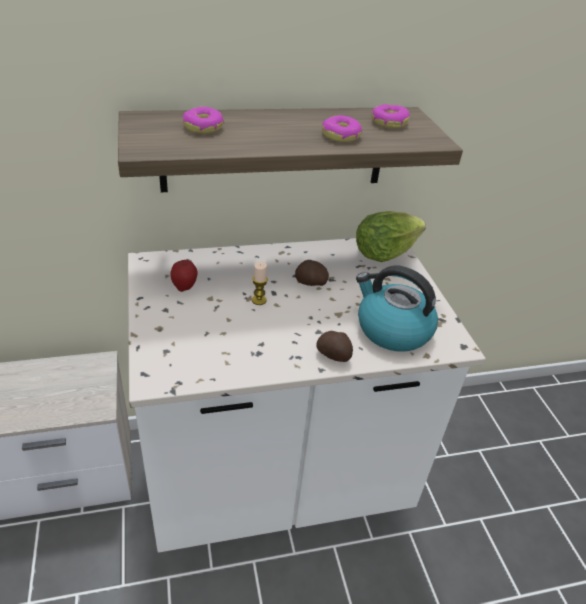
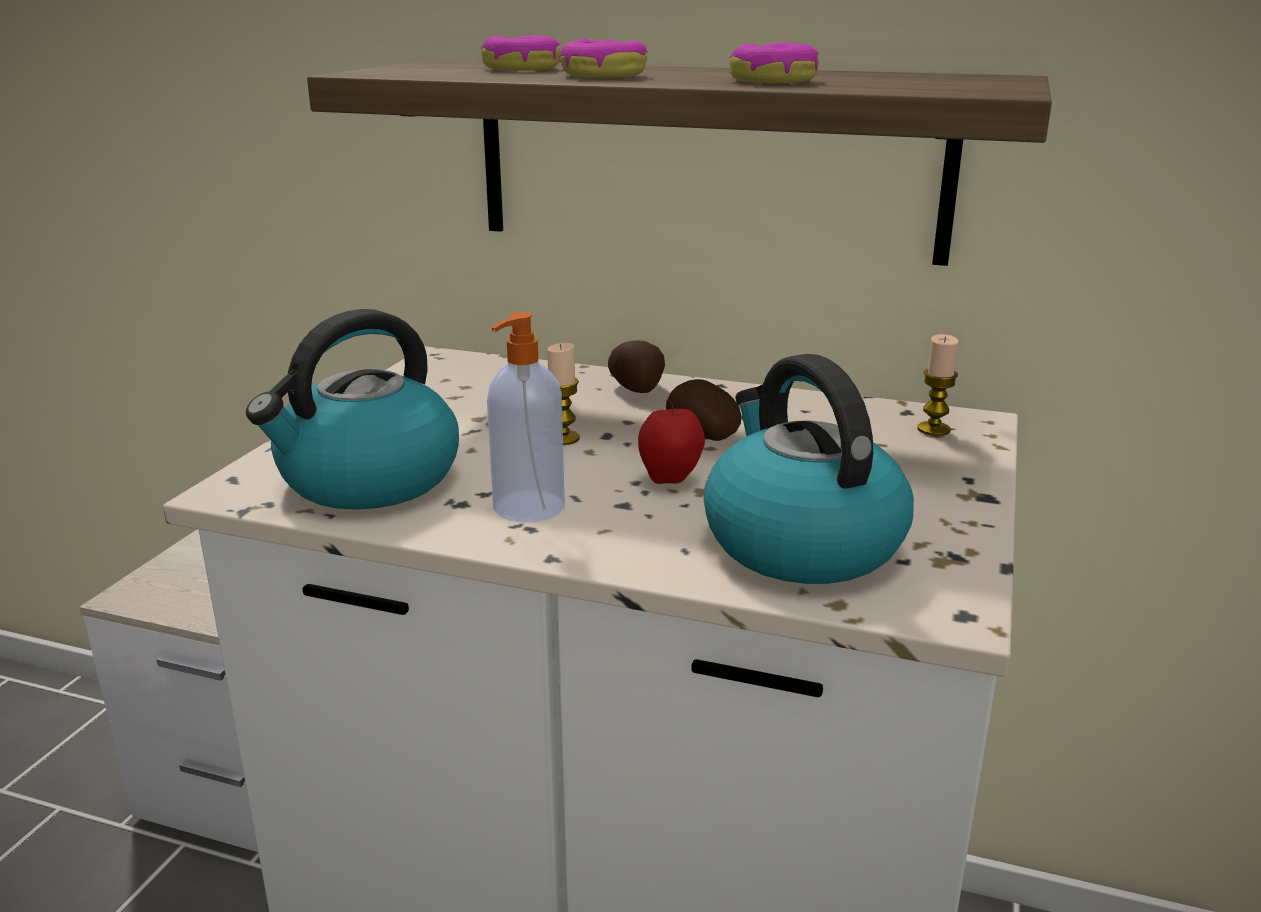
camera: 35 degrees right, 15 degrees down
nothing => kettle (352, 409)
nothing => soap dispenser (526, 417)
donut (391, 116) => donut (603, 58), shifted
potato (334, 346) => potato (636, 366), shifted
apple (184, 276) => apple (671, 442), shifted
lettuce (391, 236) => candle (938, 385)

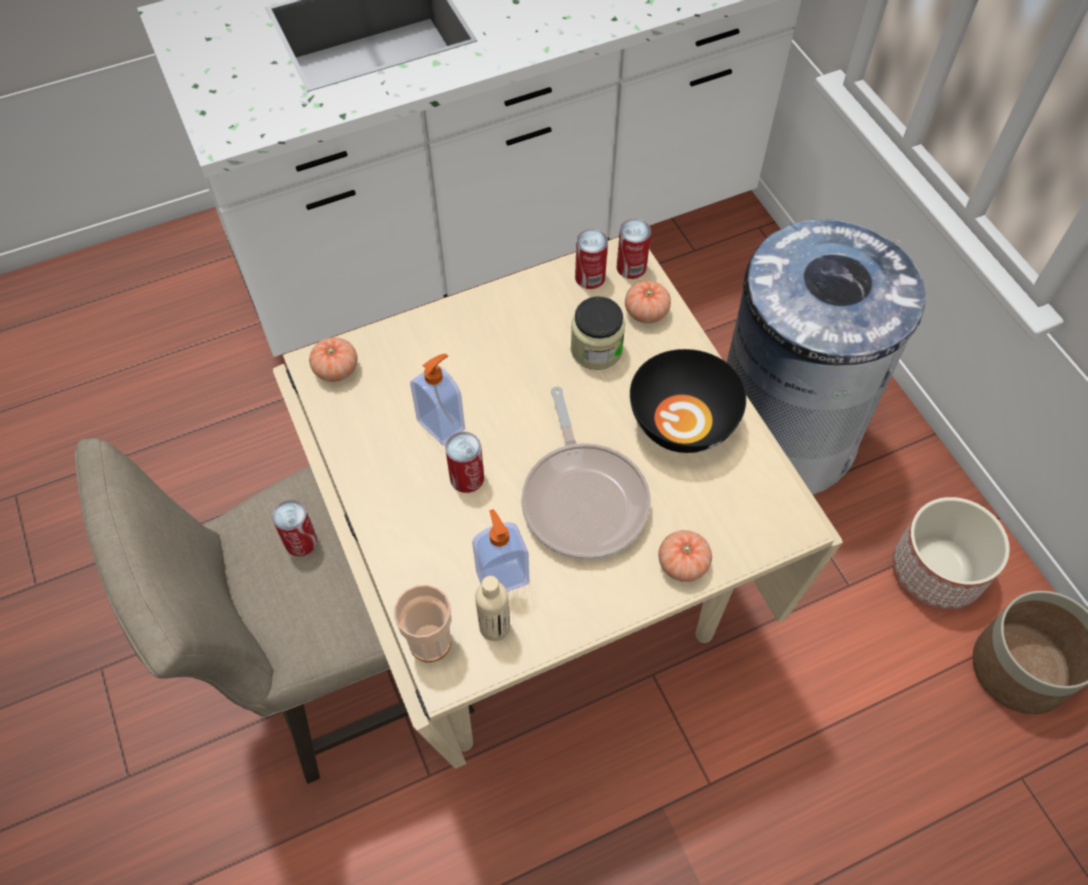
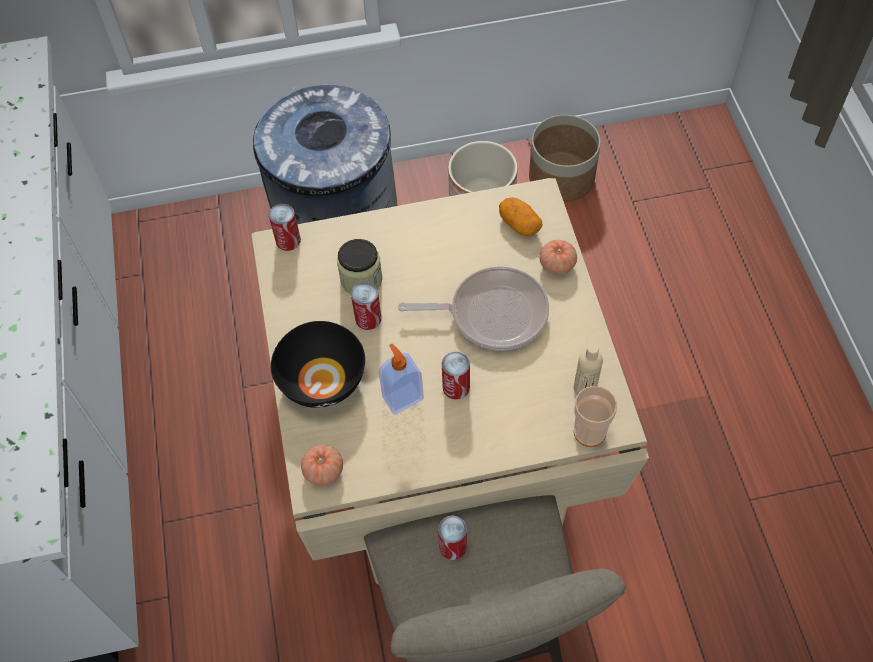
camera: 75 degrees left, 0 degrees up
bowl/black (688, 401) => bowl/black (318, 364), shifted
can (591, 259) => can (366, 306), shifted
nothing => potato (520, 216)
soap dispenser (500, 550) => nothing
tomato (648, 302) => nothing

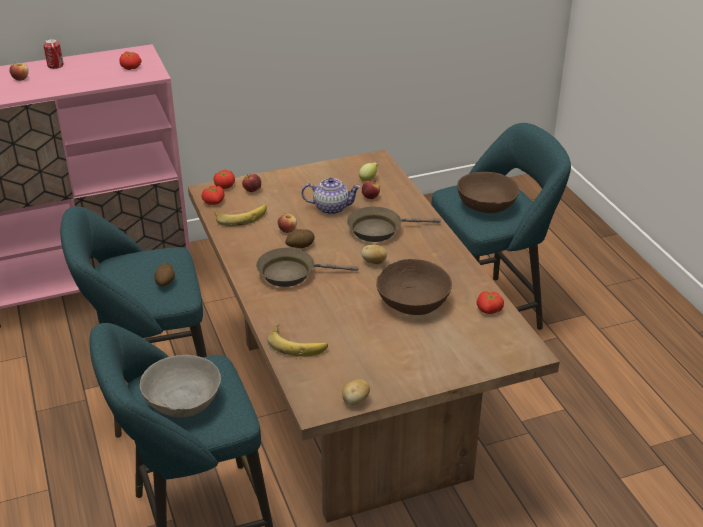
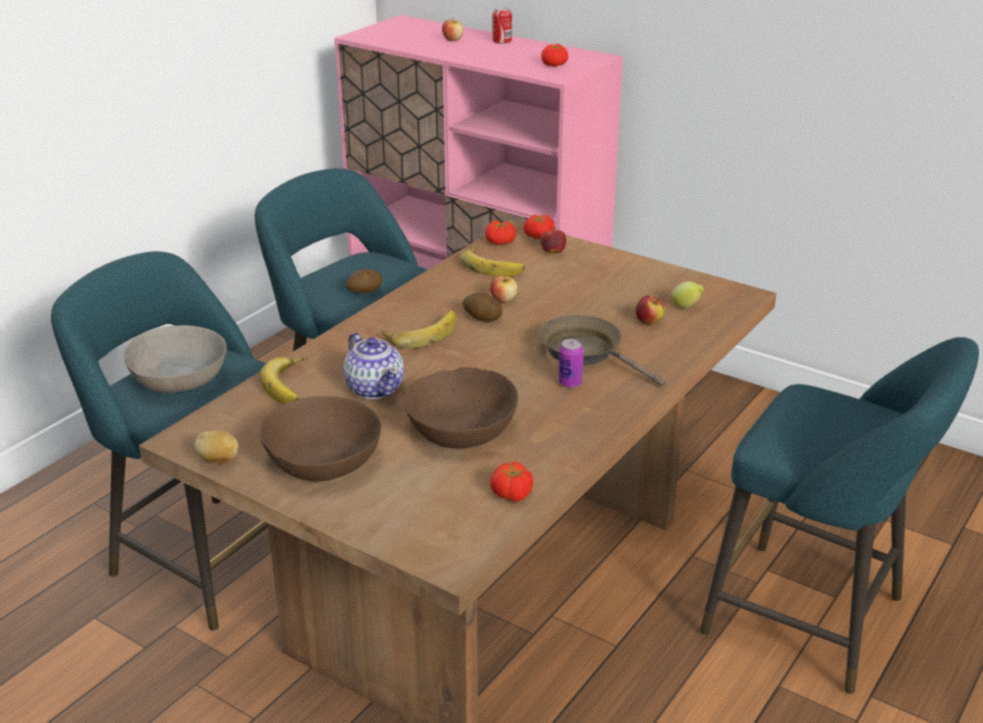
camera: 55 degrees right, 5 degrees down
bowl/brown (488, 192) => bowl/brown (321, 438), shifted
teapot (331, 196) => teapot (373, 365), shifted
frying pan/brown (307, 267) => banana (419, 329)
nothing => can (571, 363)
potato (374, 254) => nothing

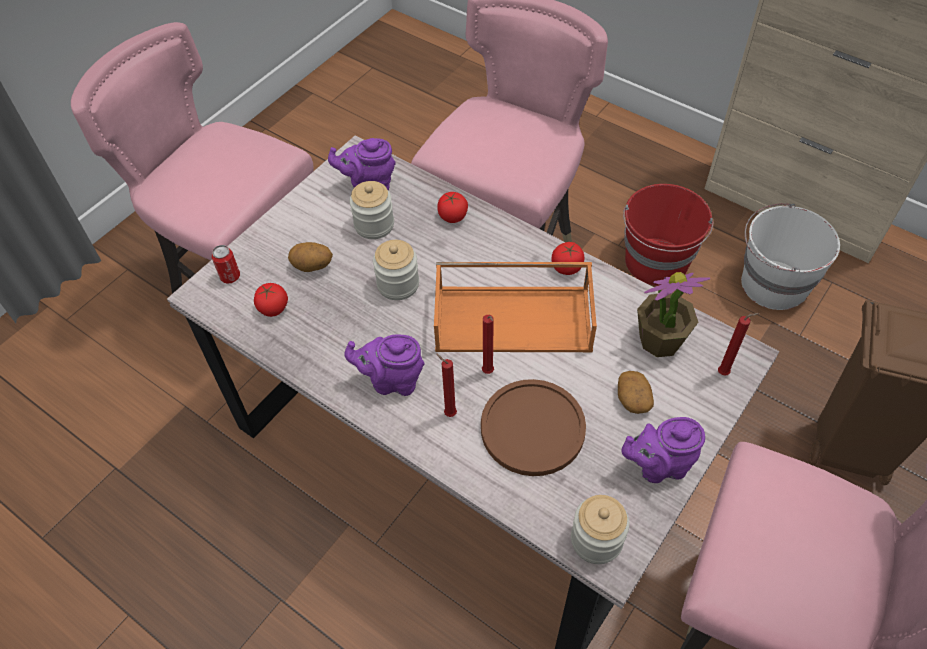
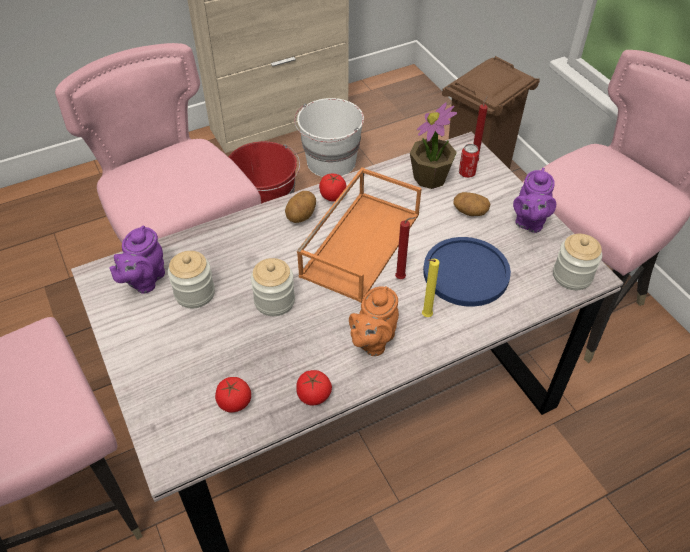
camera: 65 degrees left, 5 degrees down
potato (310, 257) => potato (300, 207), shifted
tomato (452, 207) => tomato (314, 387), shifted
teapot/purple (384, 365) => teapot/orange (374, 321)
candle/red (446, 385) => candle/yellow (430, 288)
plate/brown (533, 427) => plate/blue (467, 272)
can (226, 264) => can (469, 161), shifted

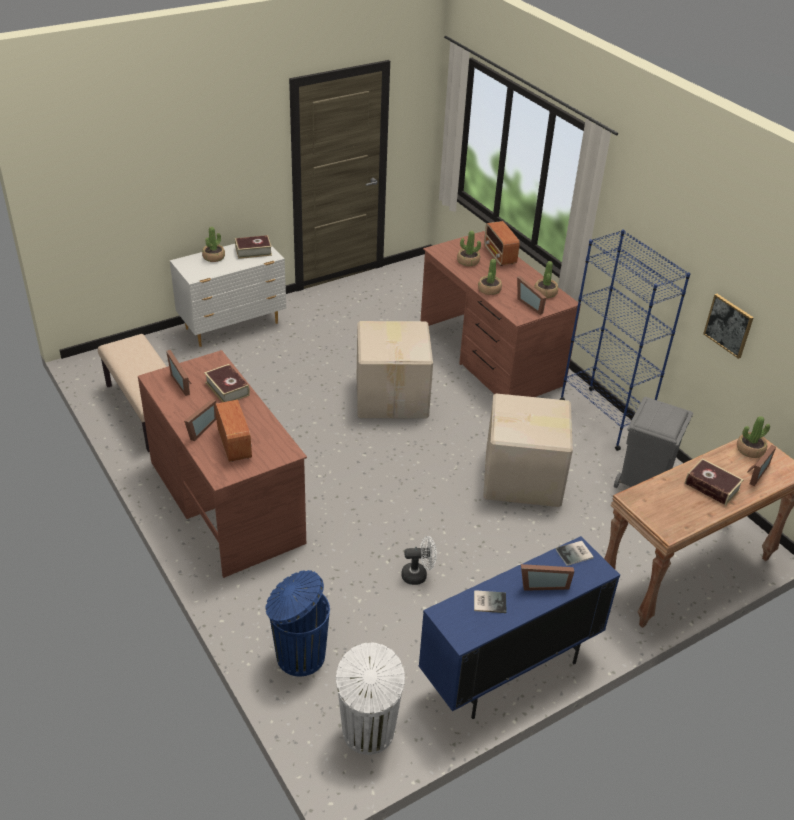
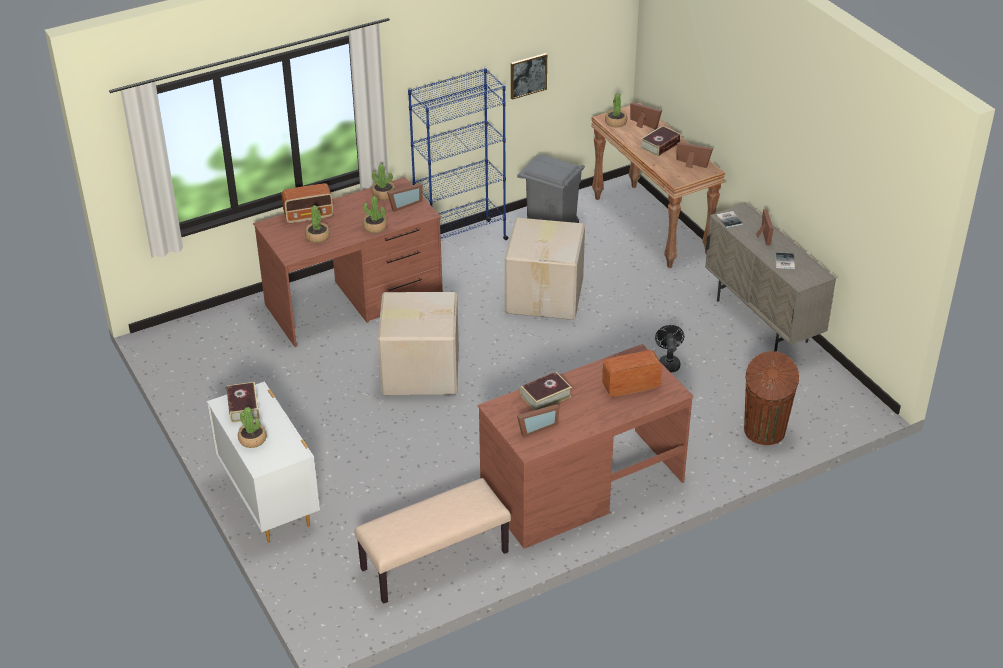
camera: 85 degrees left, 0 degrees up
fan/white (419, 560) => fan/black (669, 348)
picture frame (200, 420) => picture frame (694, 155), shifted
cabinet/blue (519, 627) => cabinet/beige (770, 277)
trash can/blue (297, 623) => trash can/brown (771, 398)
trash can/white (370, 698) => nothing

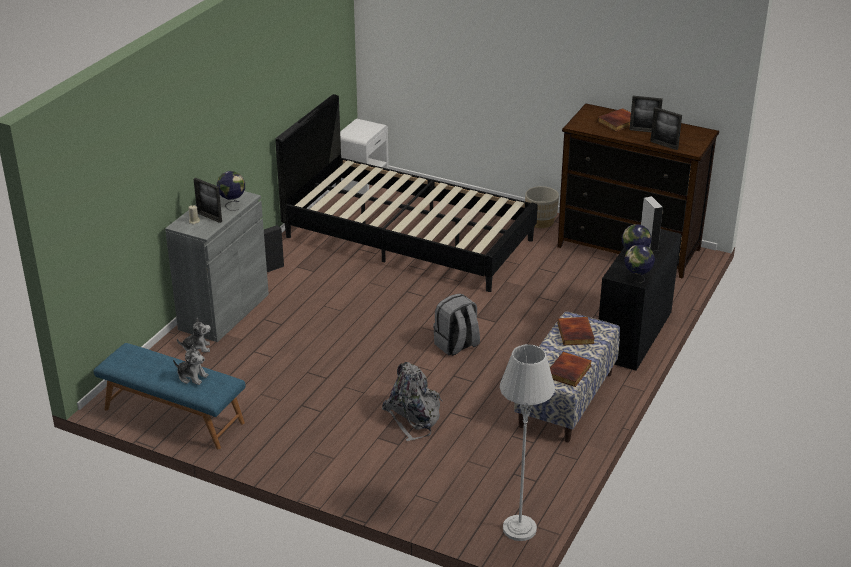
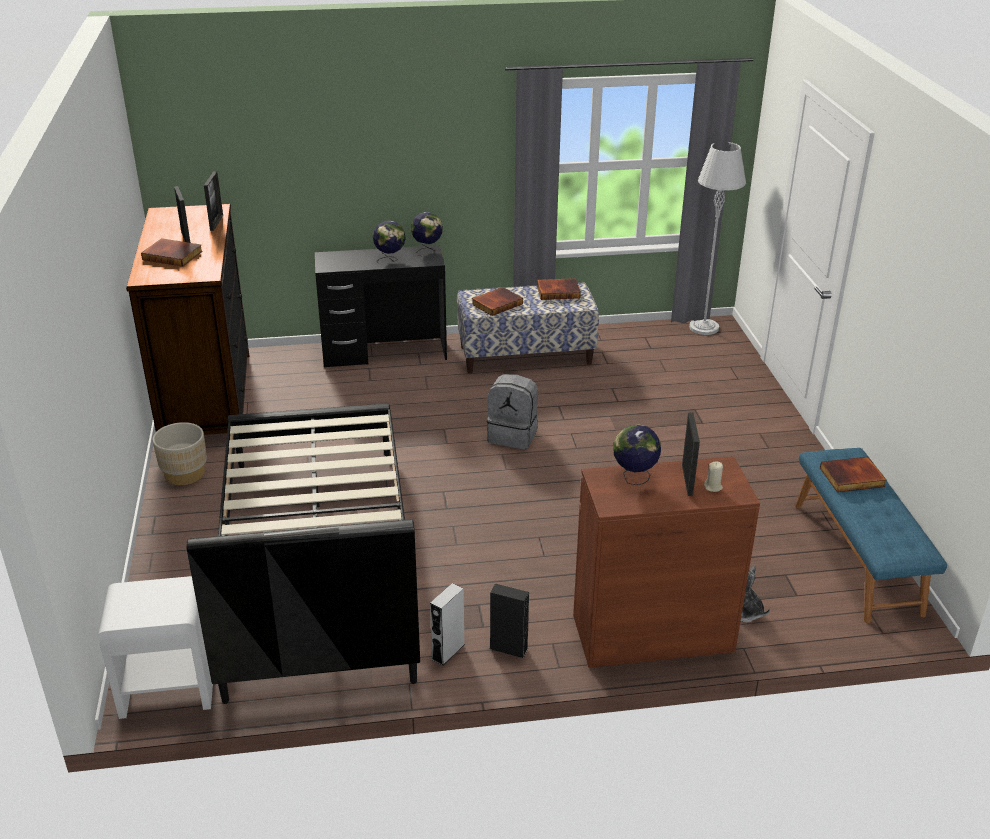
camera: 125 degrees left, 0 degrees up
speaker/grey (652, 223) => speaker/grey (447, 624), shifted
cabinet/grey (217, 266) => cabinet/brown (666, 562)
plush toy (191, 364) => book (853, 474)
backpack/grey (412, 401) => nothing

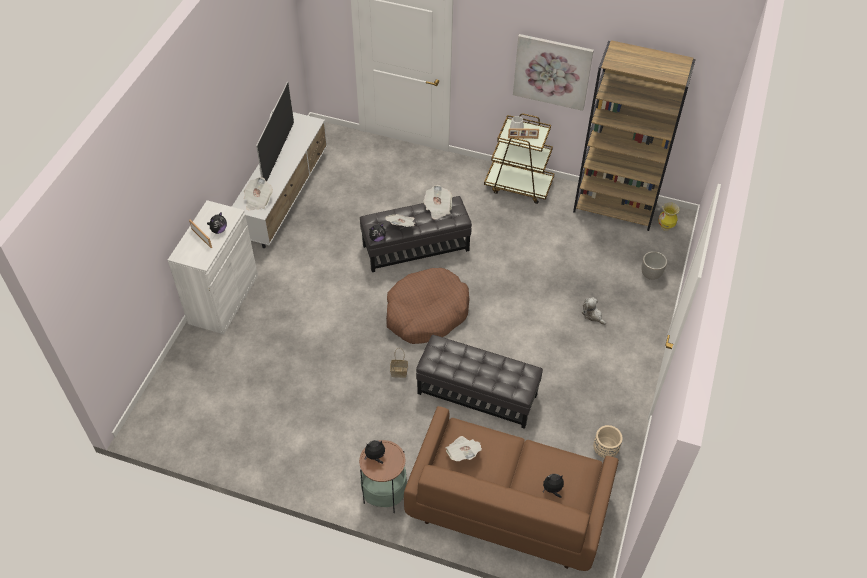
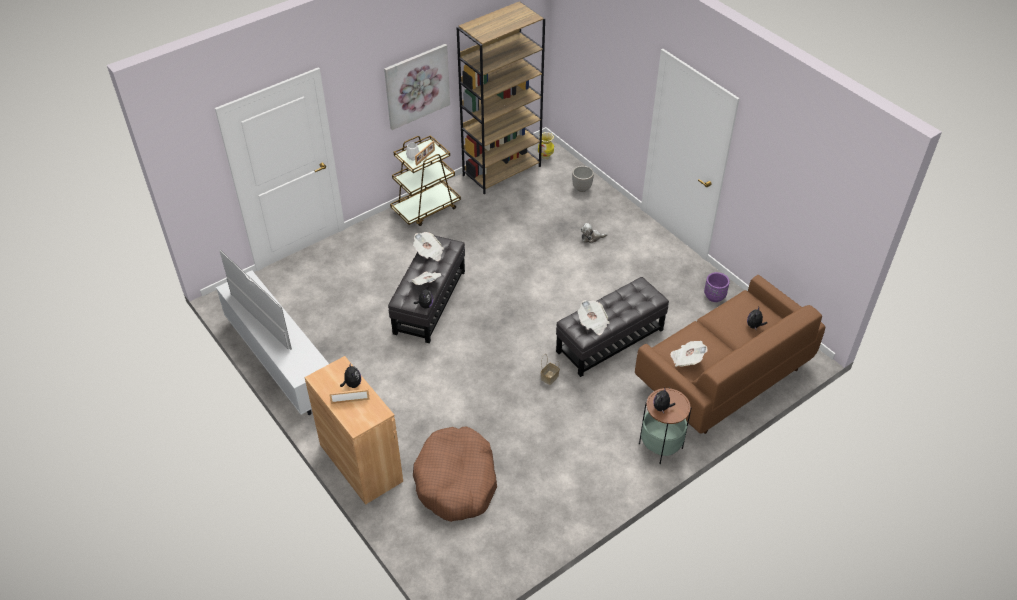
camera: 55 degrees left, 5 degrees down
cabinet/white (213, 267) => cabinet/brown (354, 430)
dog bed/brown (428, 306) => dog bed/brown (455, 474), shifted
newspaper (258, 193) => newspaper (594, 317), shifted
planter/beige (608, 441) => planter/purple (717, 287)

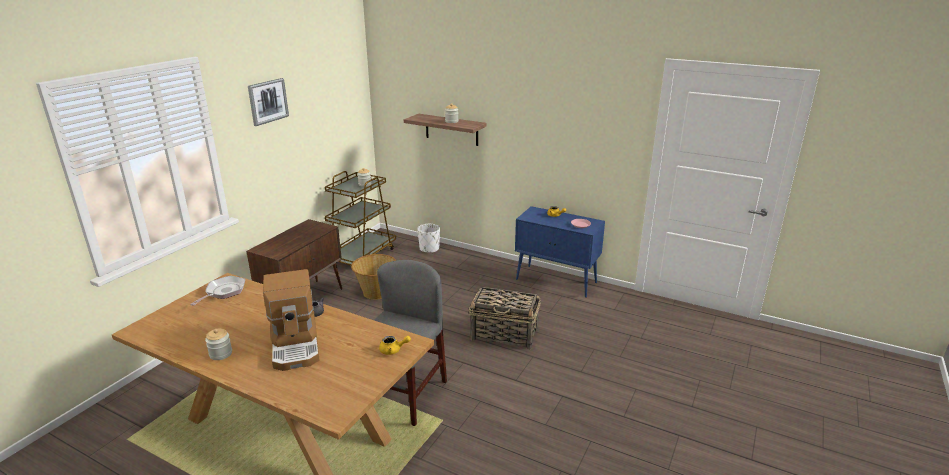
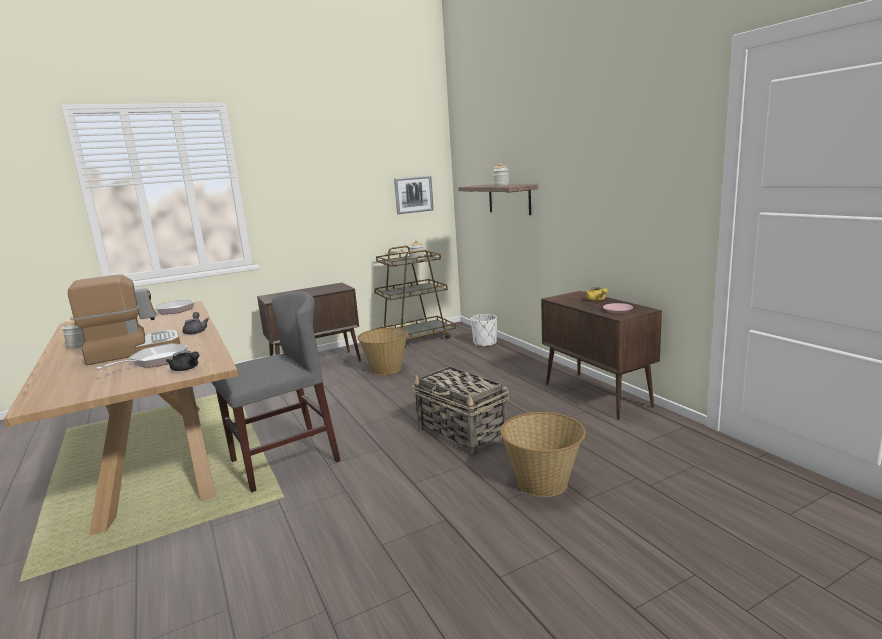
camera: 35 degrees right, 10 degrees down
coffee machine (291, 320) => coffee machine (124, 319), 135 degrees counterclockwise
nothing => frying pan (141, 356)
teapot/yellow (395, 345) => teapot/black (182, 361)
picture (268, 102) => picture (414, 195), shifted
nothing => basket (543, 454)
cabinet/blue (560, 252) => cabinet/brown (601, 355)

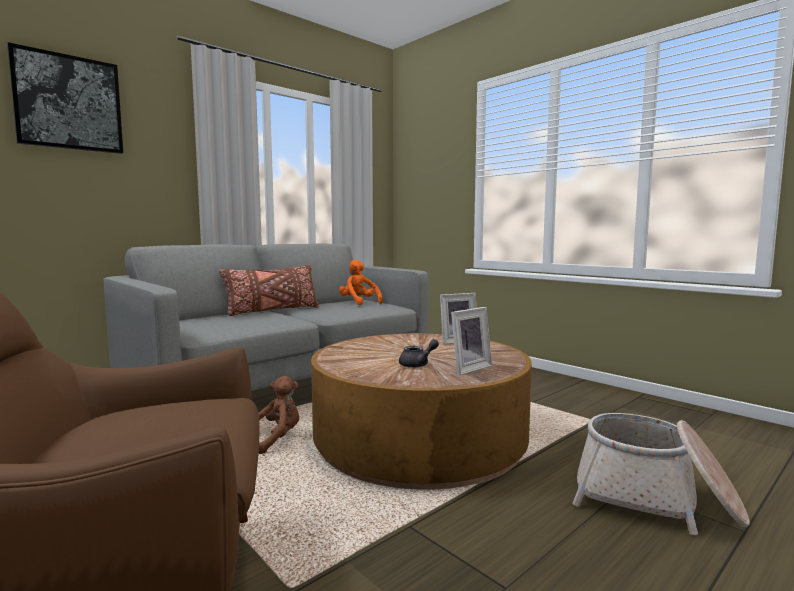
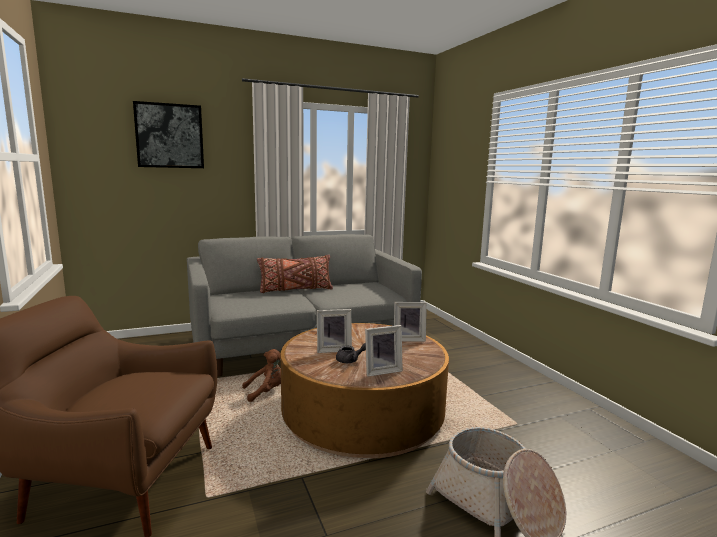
camera: 20 degrees right, 5 degrees up
nothing => picture frame (334, 331)
plush toy/orange (361, 282) => nothing

